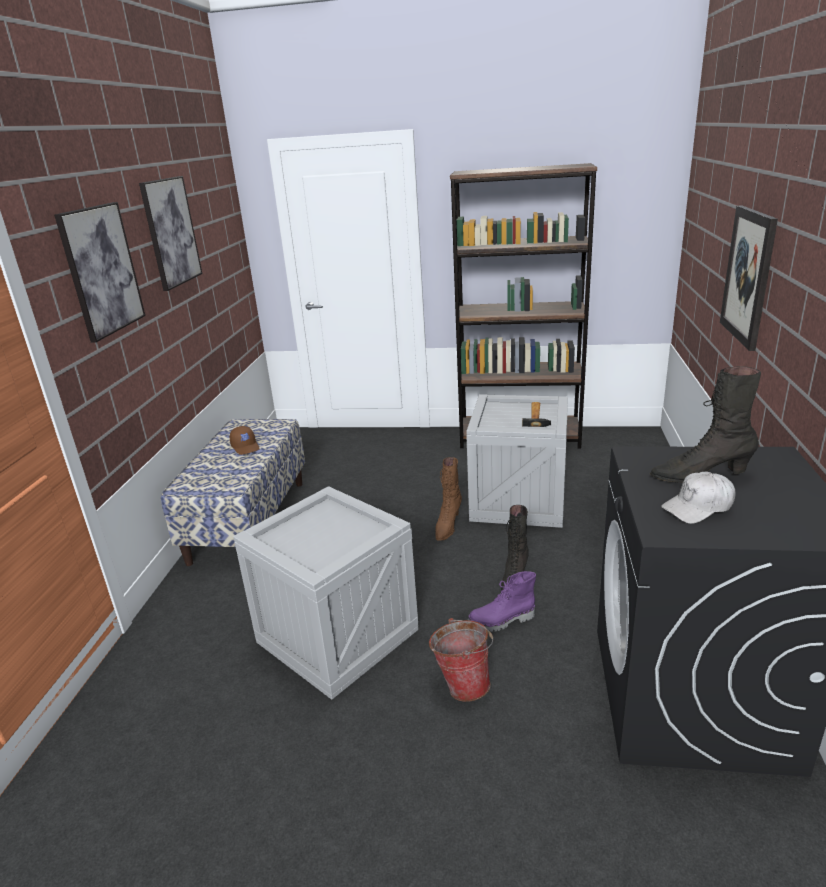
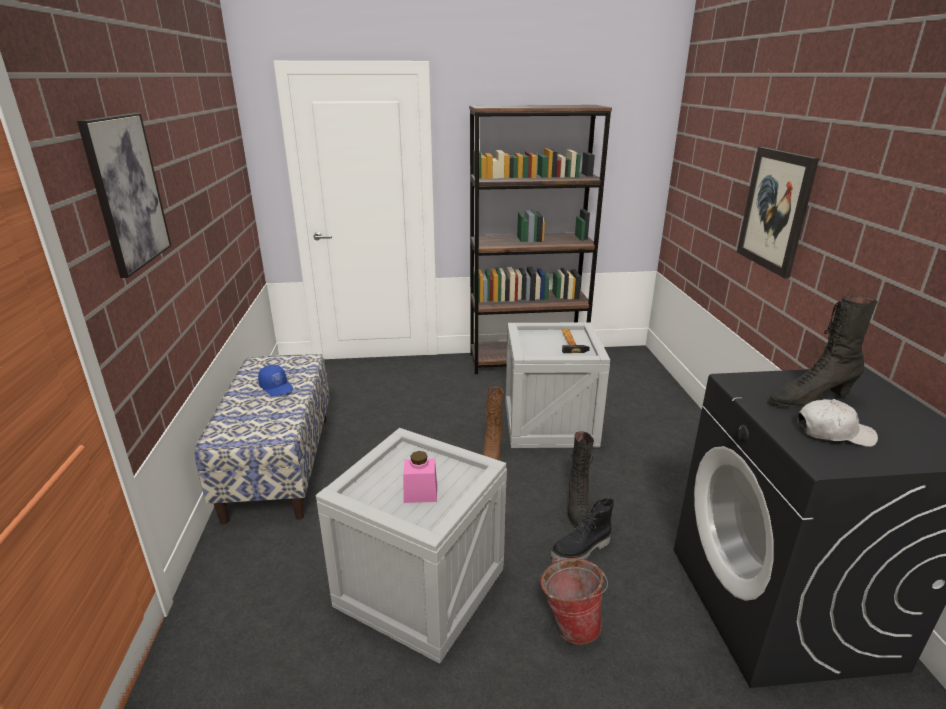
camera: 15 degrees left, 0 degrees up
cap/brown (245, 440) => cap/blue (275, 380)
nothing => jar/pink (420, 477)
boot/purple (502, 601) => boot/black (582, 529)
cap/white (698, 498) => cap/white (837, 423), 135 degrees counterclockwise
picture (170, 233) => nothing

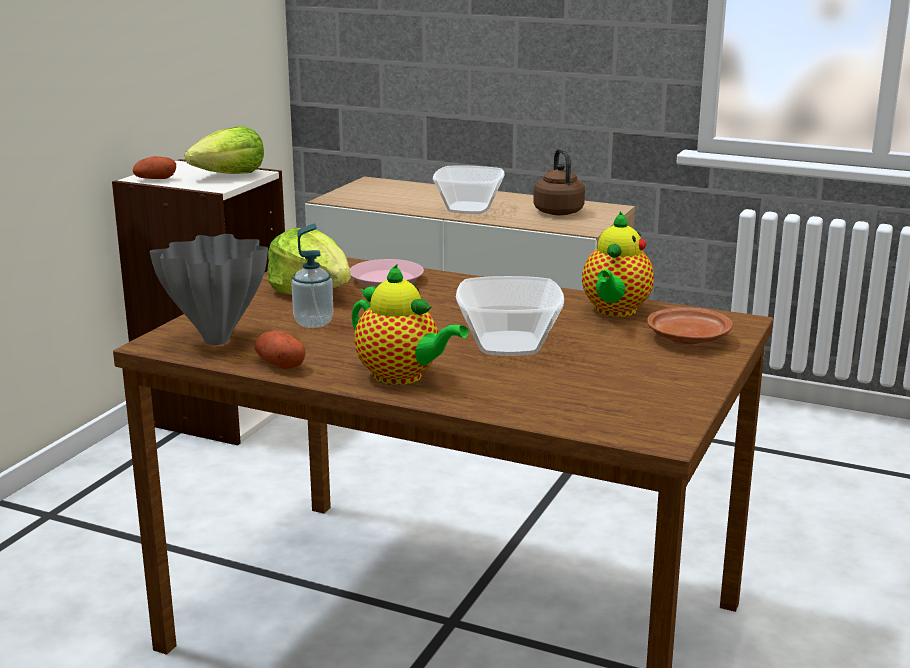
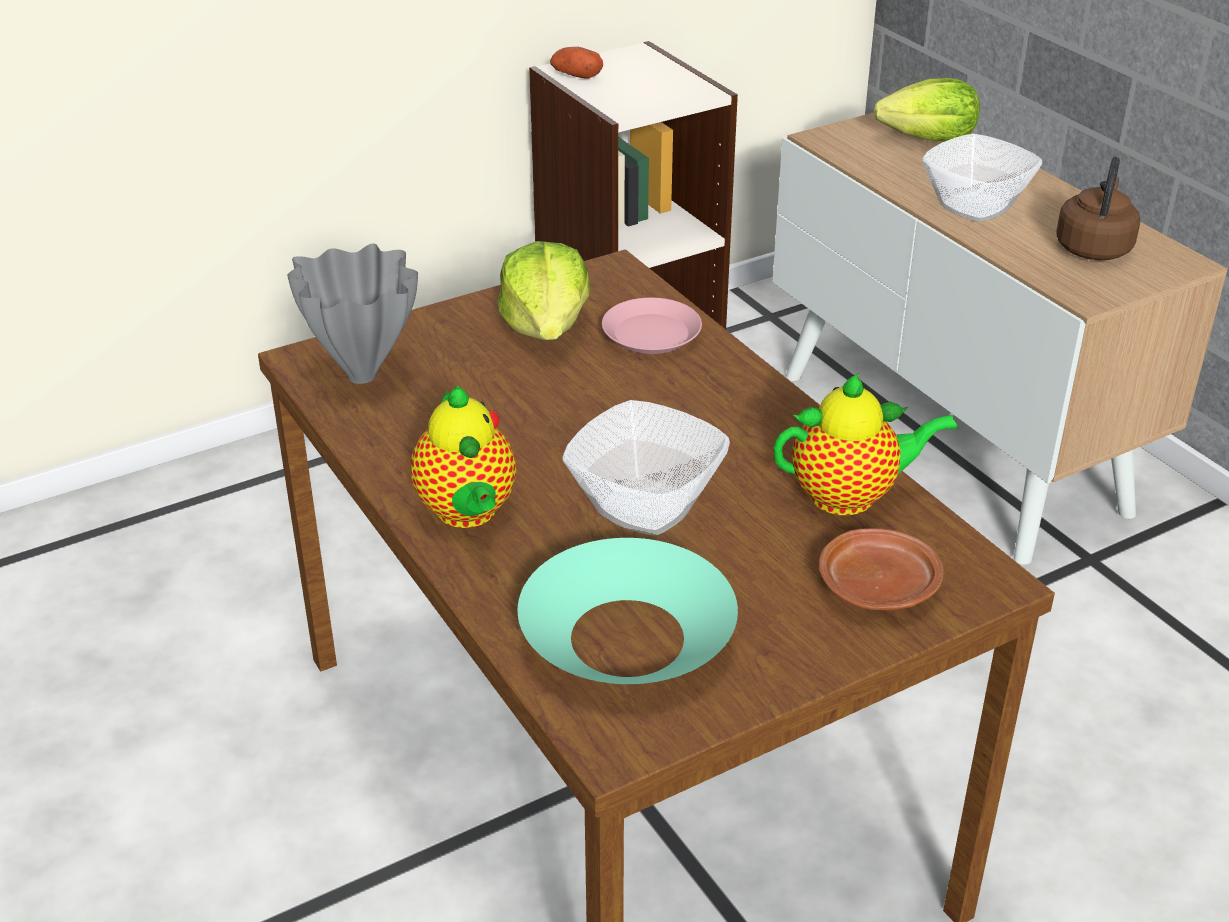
camera: 35 degrees right, 15 degrees up
nothing => bowl/turquoise (628, 611)
teapot (618, 264) => teapot (866, 444), 150 degrees counterclockwise
lettuce (224, 150) => lettuce (927, 110), shifted
potato (280, 350) => nothing
soap dispenser (312, 276) => nothing

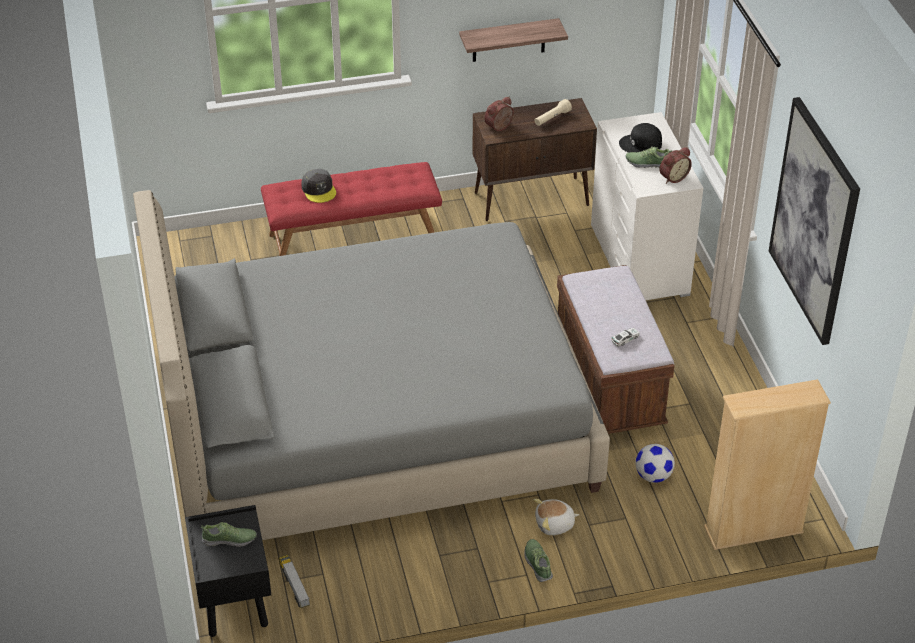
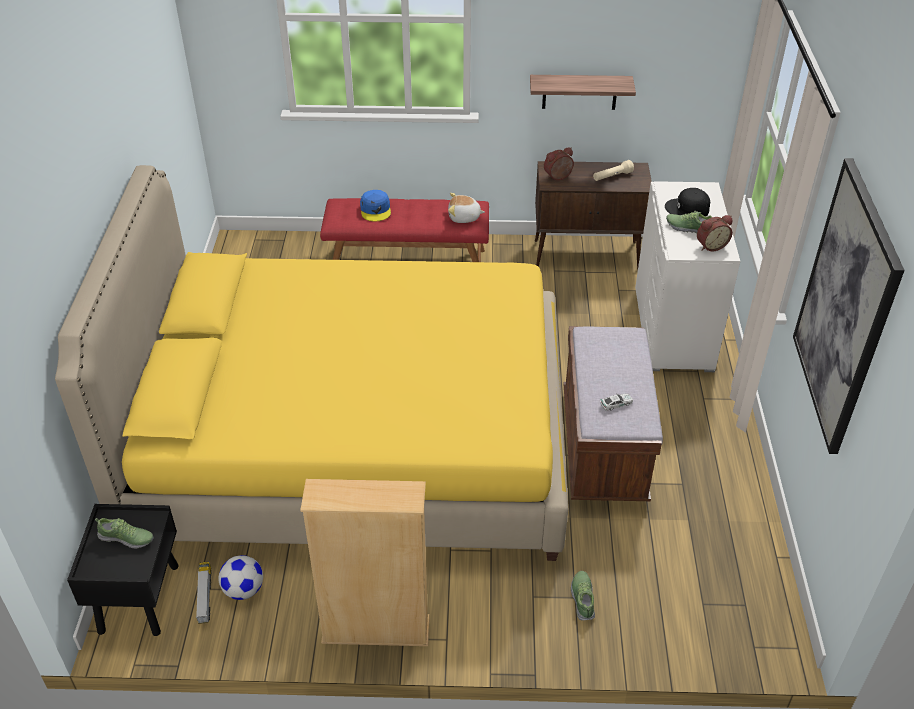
camera: 15 degrees right, 0 degrees up
bed/grey (371, 365) => bed/yellow (311, 363)
football (655, 463) => football (240, 577), shifted
bookcase/beige (767, 464) => bookcase/beige (365, 562), shifted
cap/grey (318, 186) => cap/blue (375, 205)
plush toy (556, 517) => plush toy (466, 208), shifted
shoe (538, 560) => shoe (583, 596), shifted

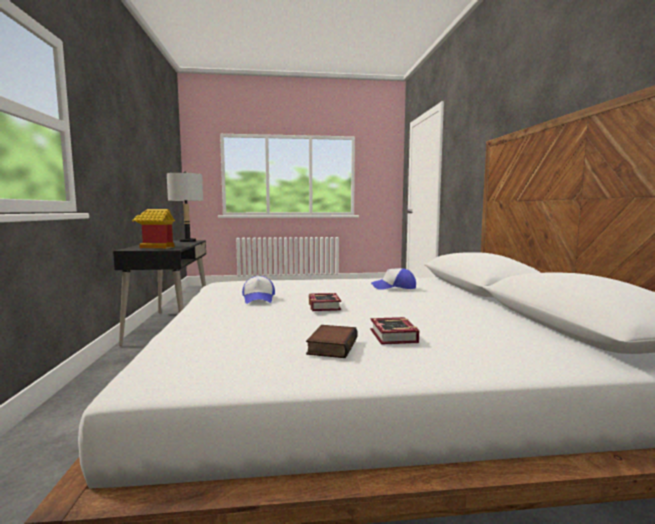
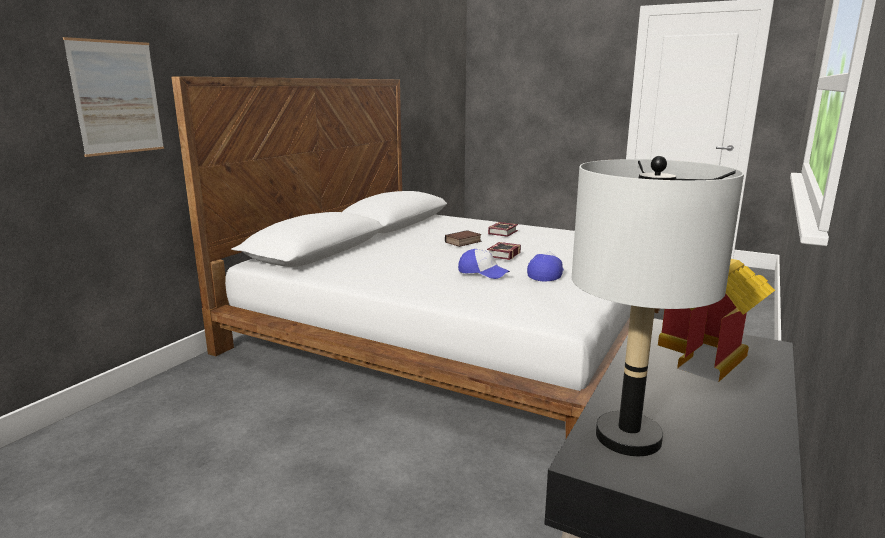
camera: 145 degrees left, 10 degrees up
nothing => picture (113, 97)
book (332, 341) => book (463, 238), shifted
cap (393, 279) => cap (484, 264), shifted

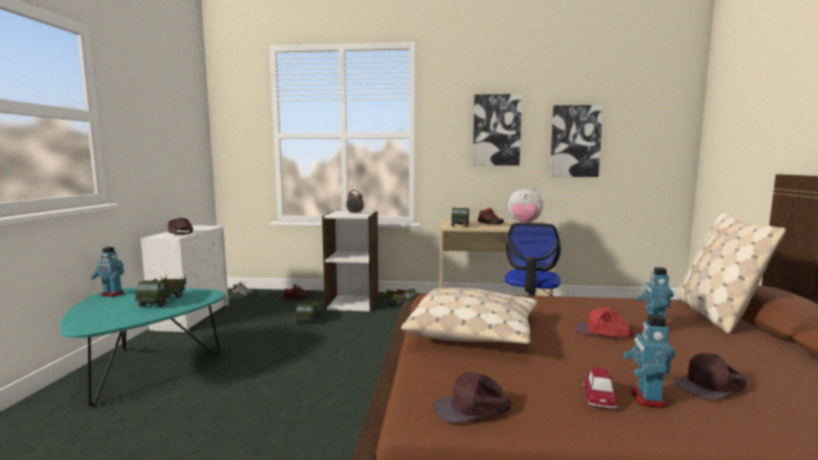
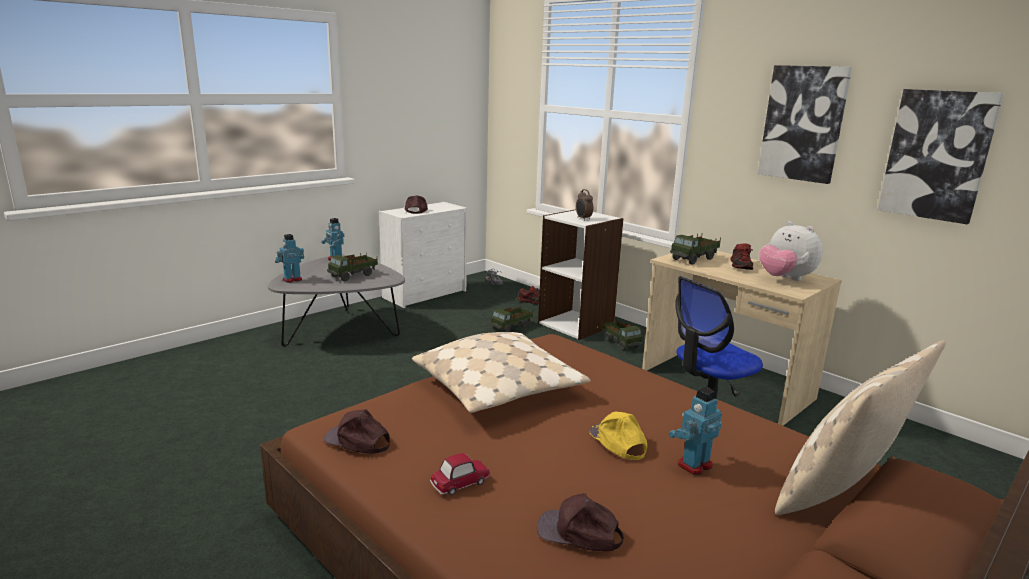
camera: 40 degrees right, 10 degrees up
coffee table/turquoise (142, 346) => coffee table/grey (336, 300)
toy robot (649, 361) => toy robot (289, 258), shifted
cap/red (604, 322) => cap/yellow (618, 436)

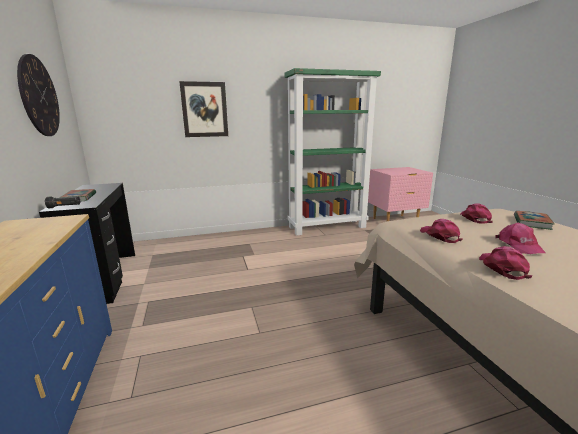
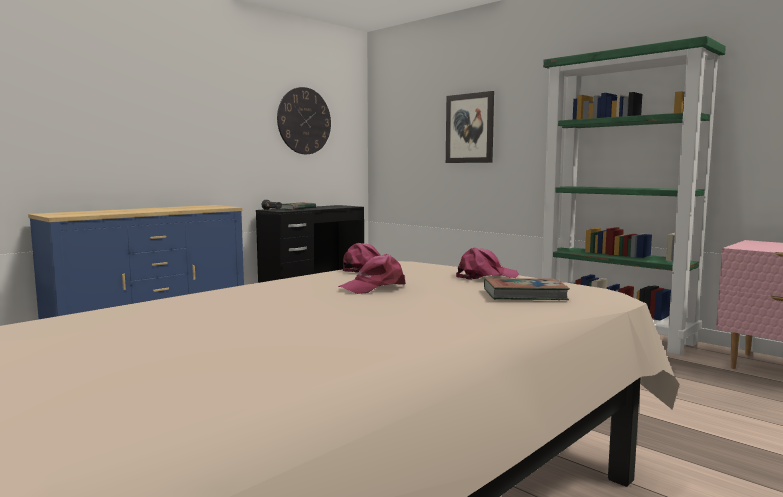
camera: 60 degrees right, 10 degrees down
cap/pink (505, 263) => nothing

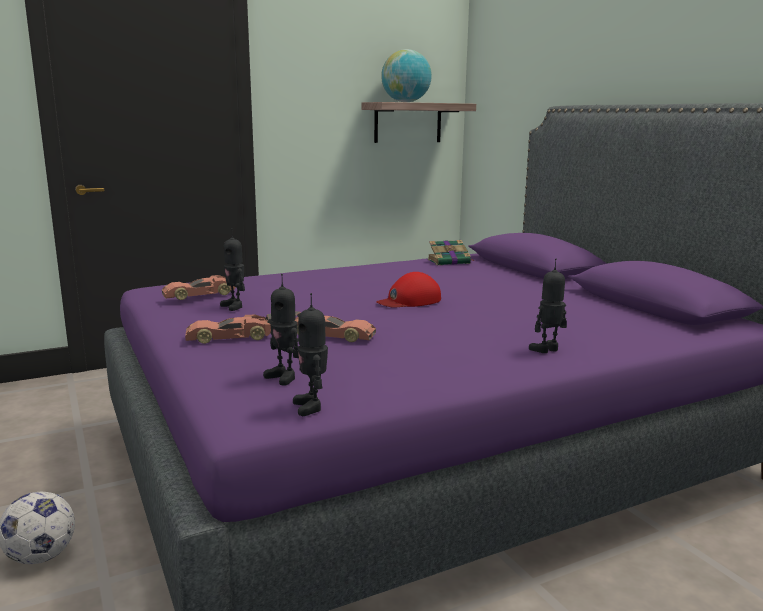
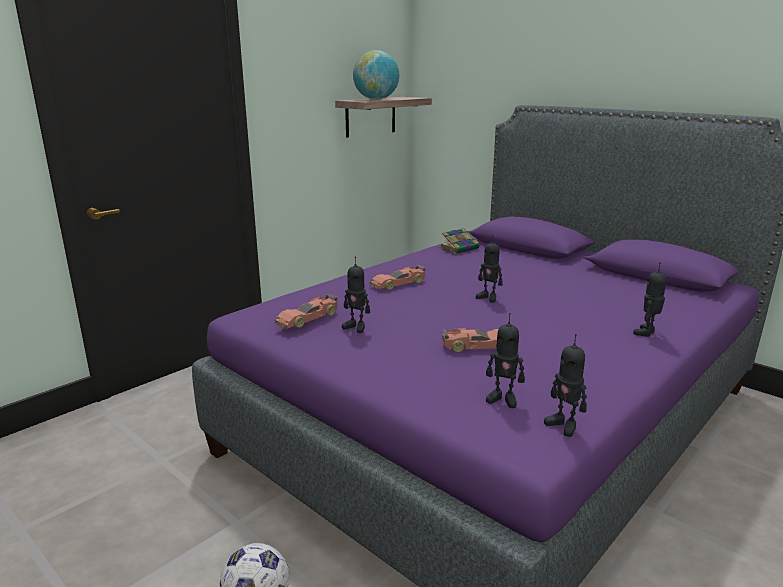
camera: 20 degrees left, 5 degrees up
toy car (228, 329) => toy car (398, 277), shifted
cap/red (408, 290) => toy robot (489, 271)

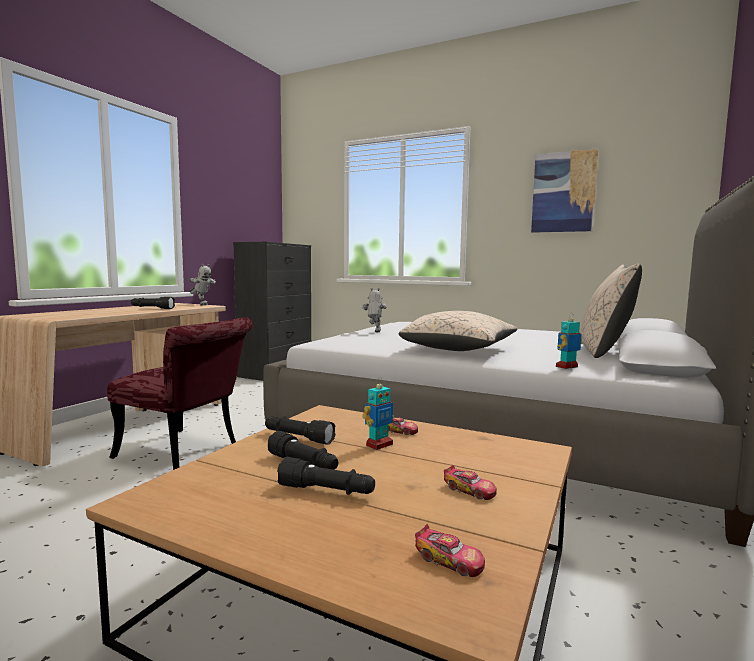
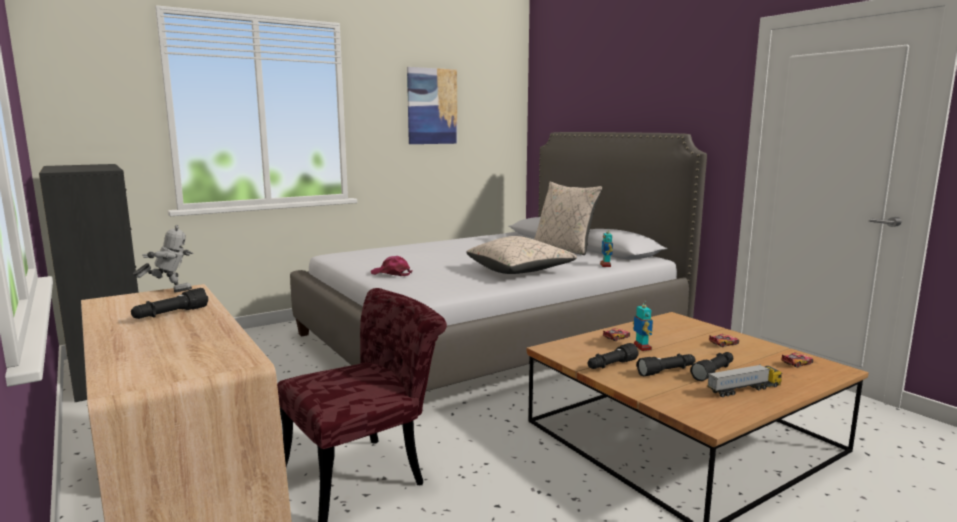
camera: 60 degrees left, 5 degrees up
toy robot (374, 310) => cap/pink (391, 266)
nothing => toy truck (744, 380)

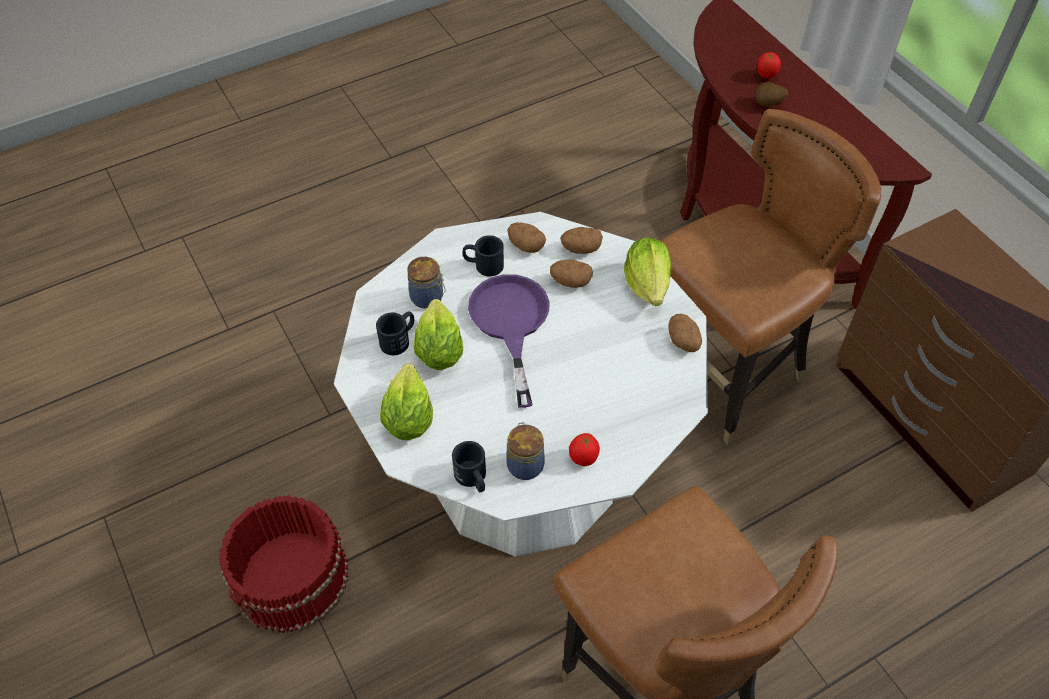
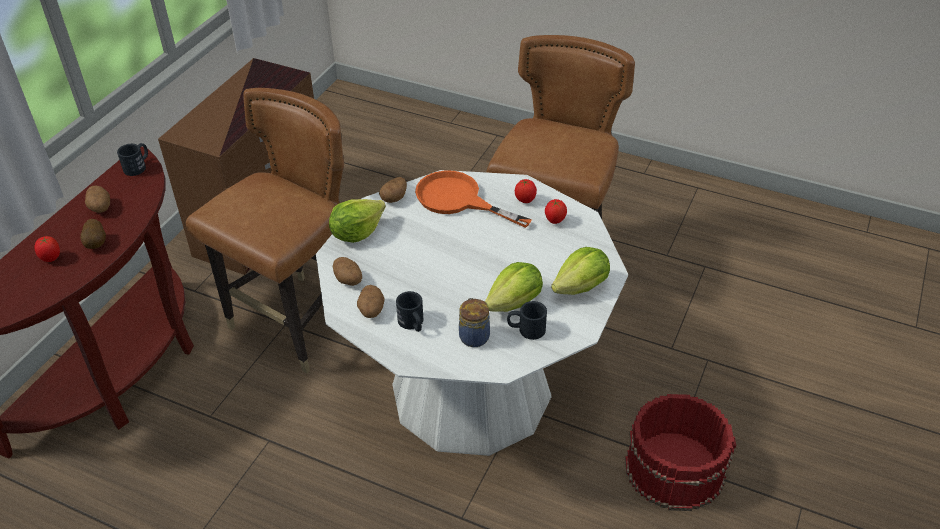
camera: 125 degrees left, 10 degrees down
potato (571, 273) => potato (97, 199), shifted
mug/black (469, 466) => mug/black (132, 159), shifted
chair/brown (770, 277) => chair/brown (265, 231), 105 degrees clockwise
nothing => frying pan/orange (473, 199)
jar (525, 451) => tomato (556, 211)
frying pan/purple (508, 341) => nothing

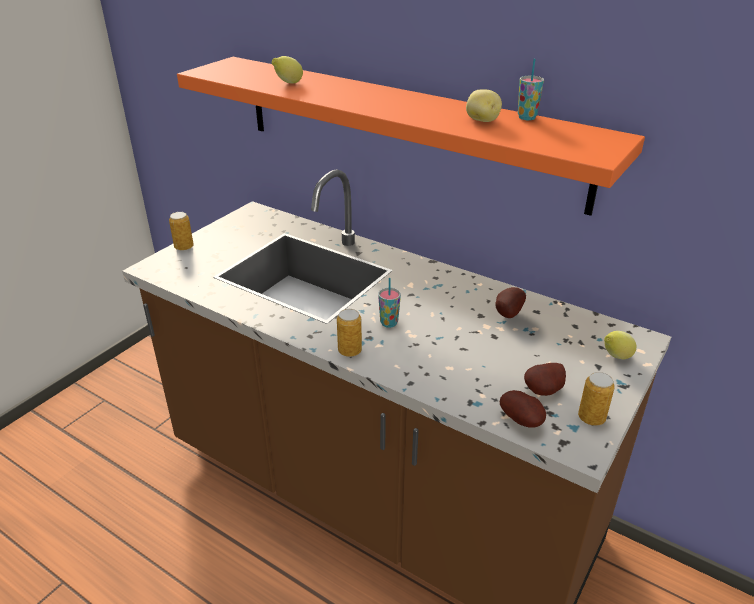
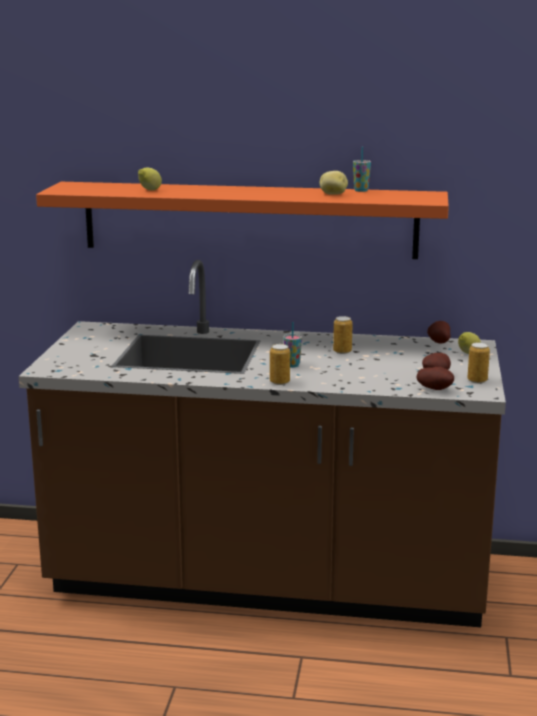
camera: 25 degrees left, 15 degrees down
can (181, 231) => can (343, 335), shifted
potato (511, 302) => potato (438, 332), shifted

